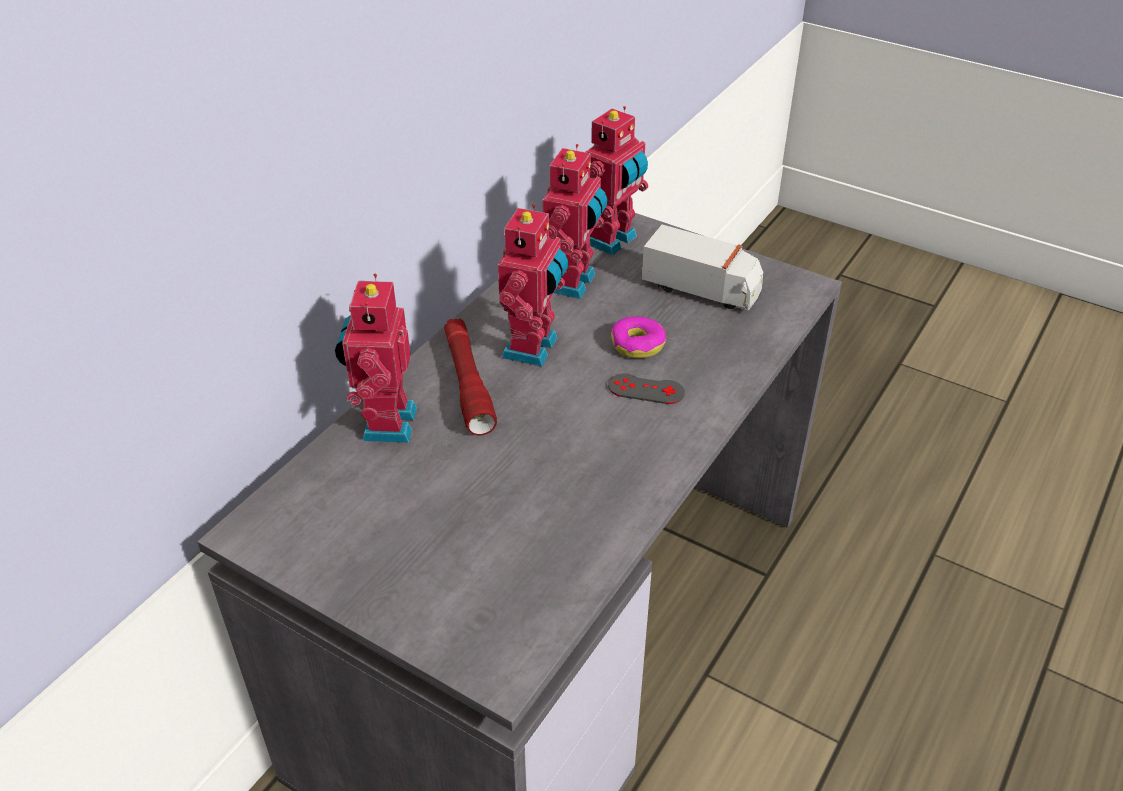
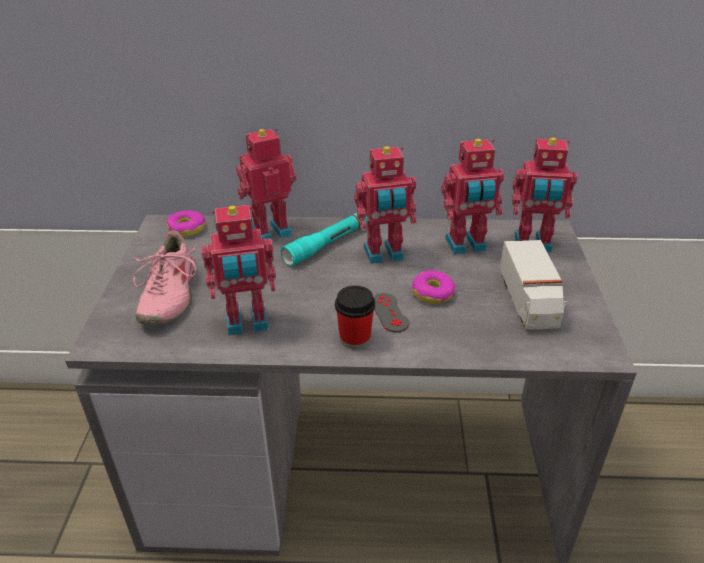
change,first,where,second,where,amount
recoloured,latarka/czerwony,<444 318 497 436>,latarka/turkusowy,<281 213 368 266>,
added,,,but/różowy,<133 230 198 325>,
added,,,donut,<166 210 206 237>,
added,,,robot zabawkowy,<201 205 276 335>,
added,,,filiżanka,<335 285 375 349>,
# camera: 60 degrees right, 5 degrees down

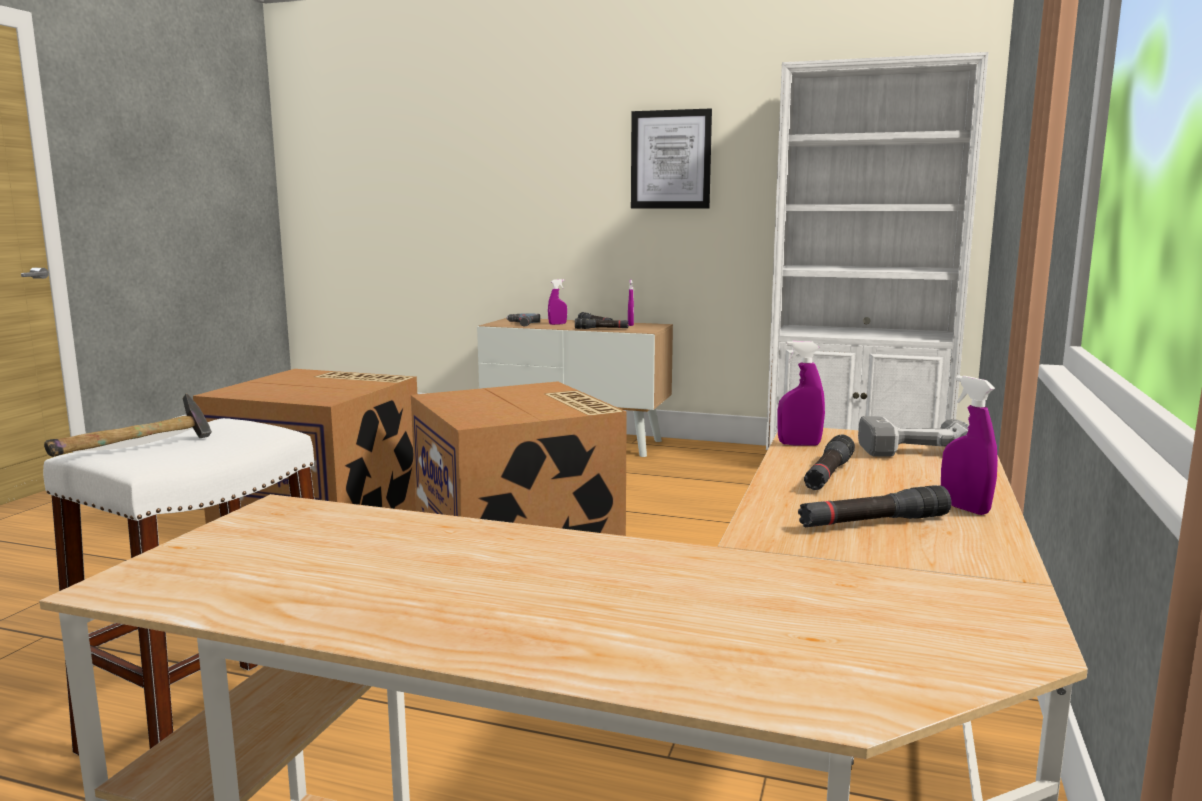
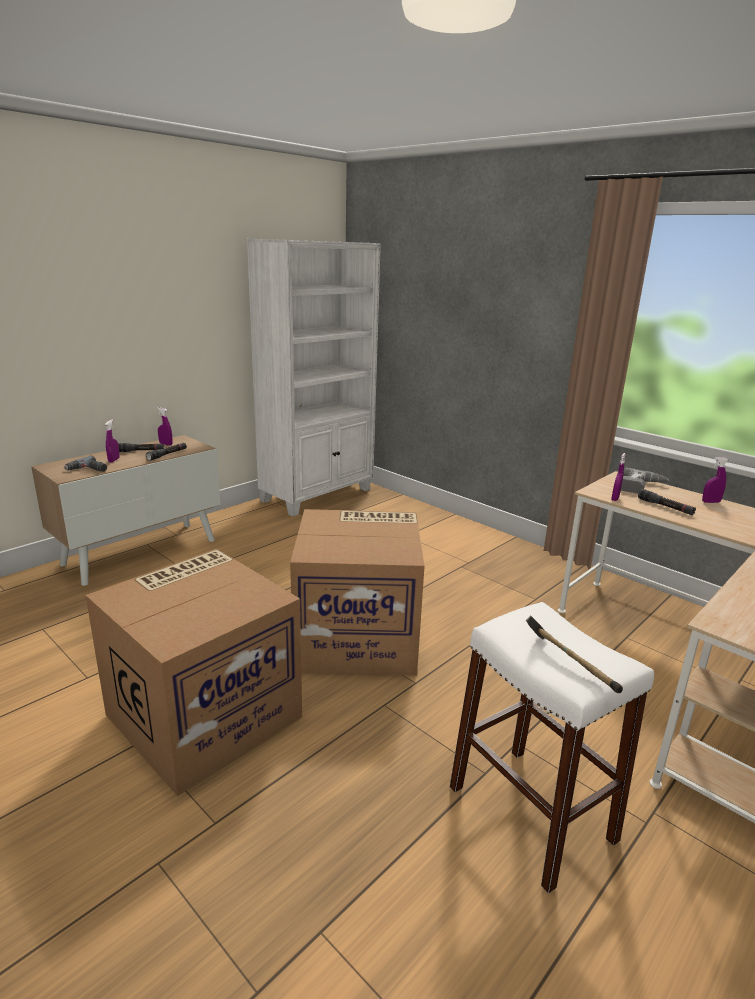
change,first,where,second,where,amount
removed,obraz,<631 108 712 208>,,,
removed,latarka/czarny,<798 485 951 527>,,,
# camera: 65 degrees left, 10 degrees up

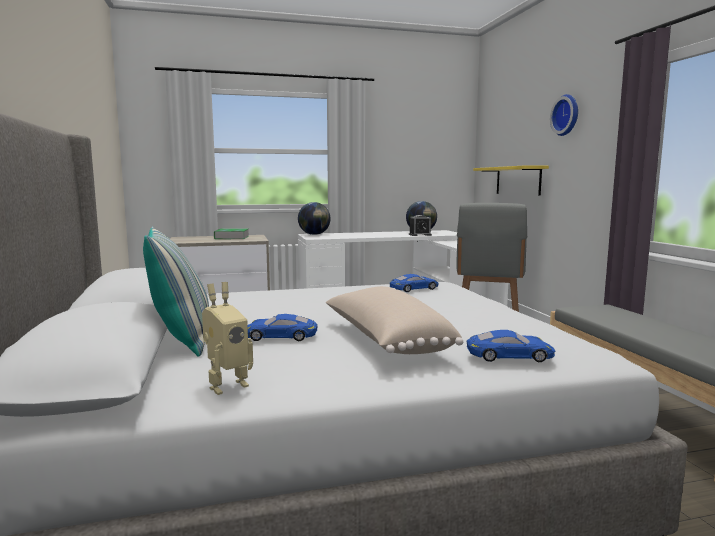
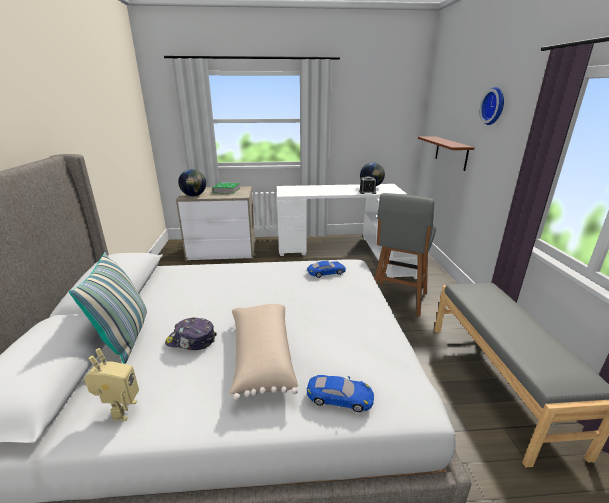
change,first,where,second,where,amount
turned,robot zabawkowy,<202 282 253 395>,,<84 348 139 421>,60 degrees counterclockwise
replaced,samochodzik/niebieski,<248 314 318 341>,czapka z daszkiem,<165 318 217 350>,
moved,globus,<298 202 331 235>,,<178 169 206 196>,
recoloured,półka/żółty,<473 165 549 196>,półka/brązowy,<418 136 475 171>,
# camera: 10 degrees right, 15 degrees up

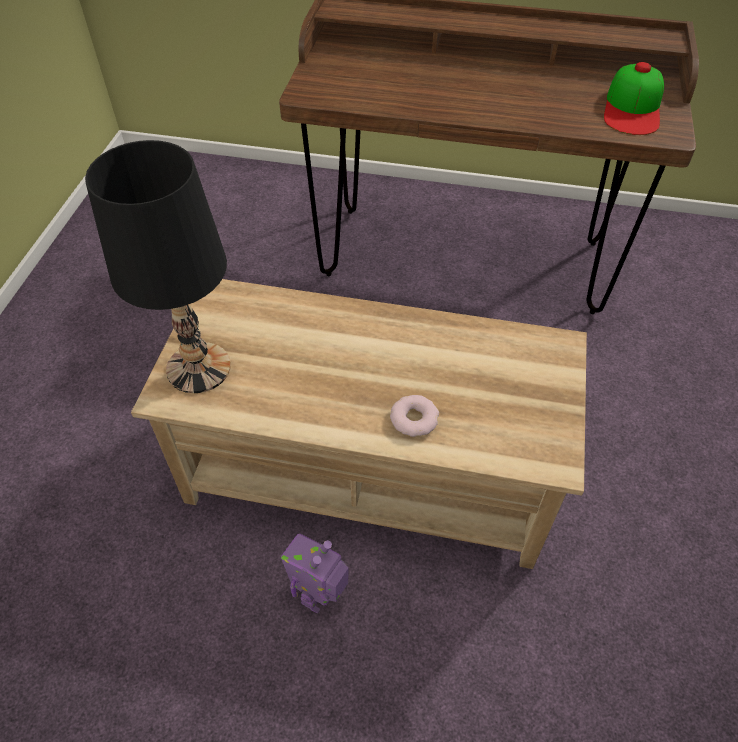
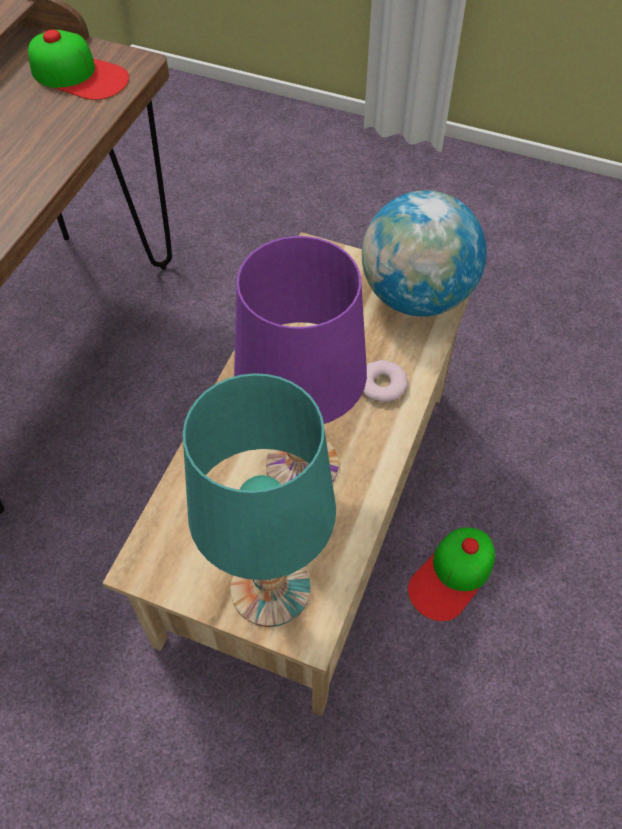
change,first,where,second,where,amount
recoloured,lampa stołowa/czarny,<85 140 231 393>,lampa stołowa/turkusowy,<183 373 336 627>,
replaced,robot zabawkowy,<281 534 348 614>,czapka z daszkiem,<408 528 495 621>,
added,,,lampa stołowa/fioletowy,<234 236 367 485>,
added,,,globus,<362 191 487 316>,
# camera: 80 degrees left, 5 degrees up

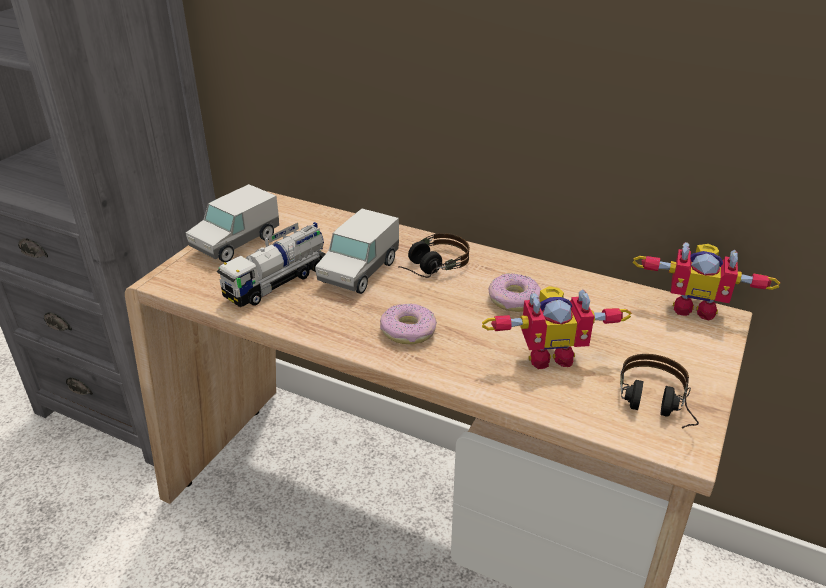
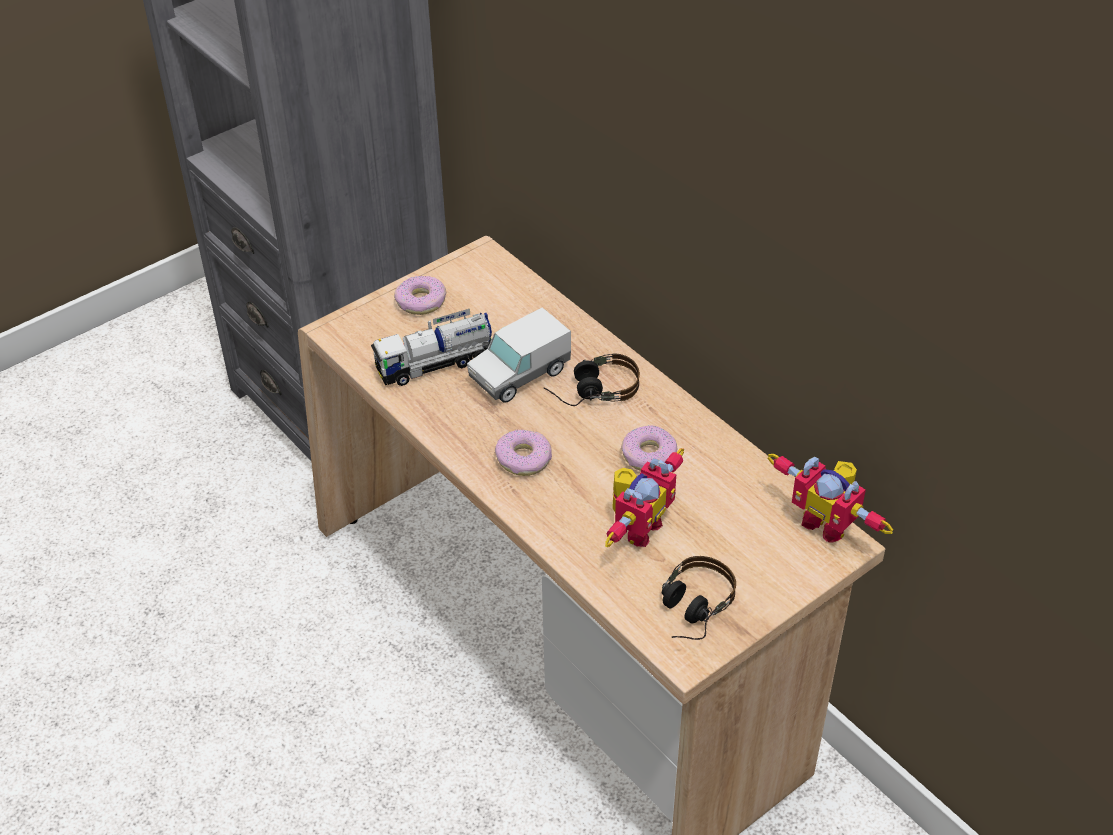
change,first,where,second,where,amount
replaced,ciężarówka zabawkowa,<186 184 279 262>,donut,<394 276 446 315>,
turned,robot zabawkowy,<482 286 632 369>,,<605 448 684 547>,75 degrees counterclockwise
# camera: 25 degrees right, 10 degrees up

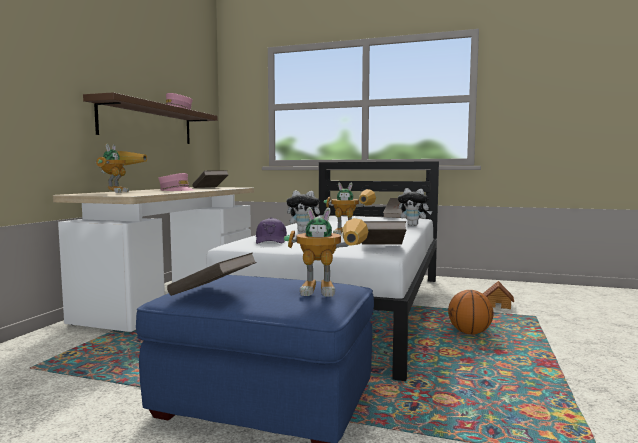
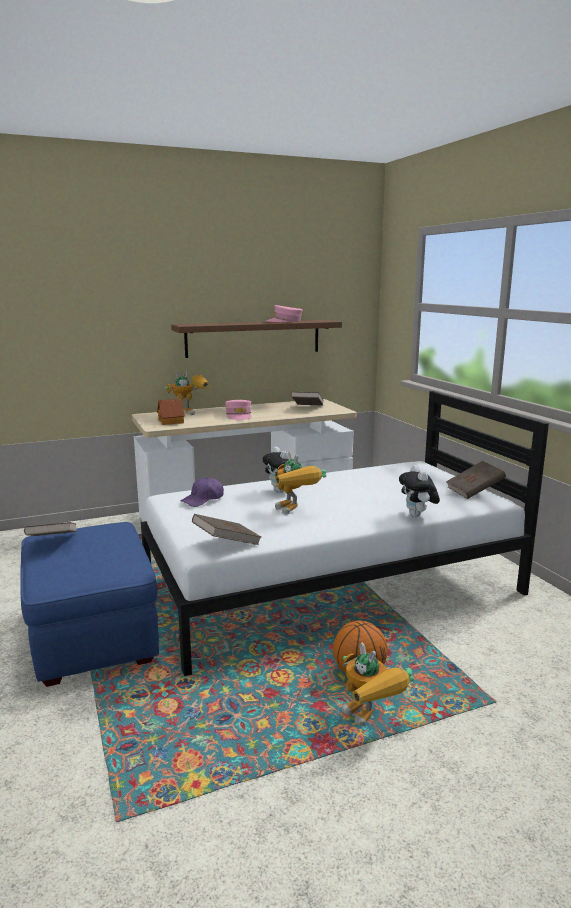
change,first,where,second,where,amount
moved,robot zabawkowy,<284 208 369 296>,,<342 643 414 726>,
moved,domek,<483 281 514 309>,,<157 399 185 425>,
# camera: 50 degrees right, 10 degrees up

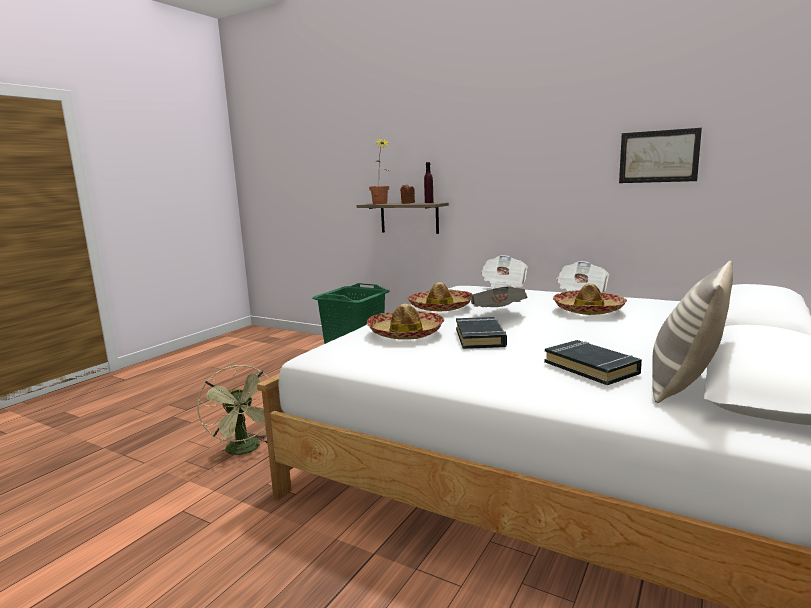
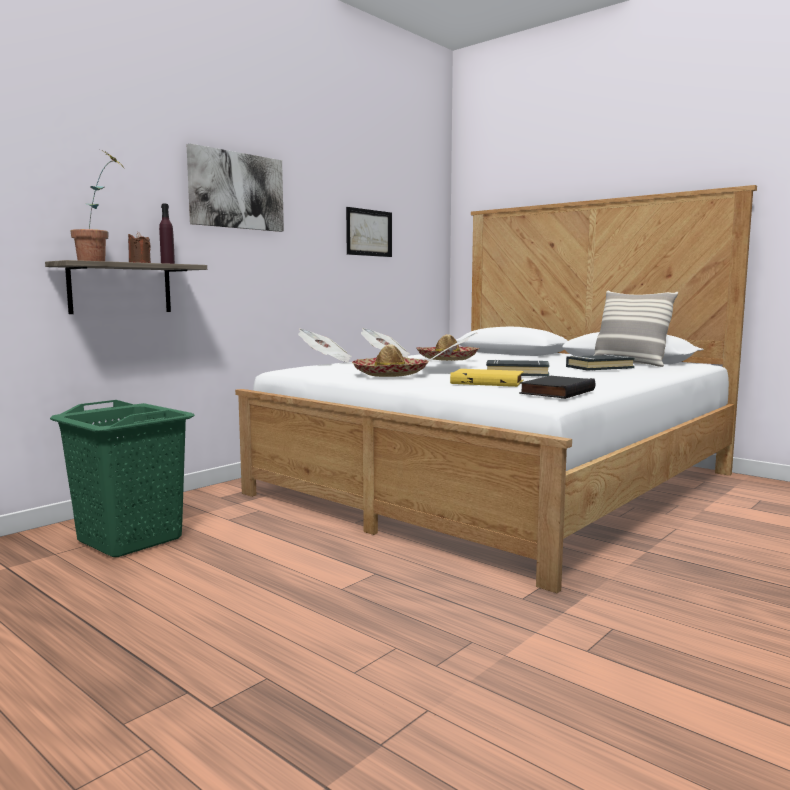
change,first,where,second,where,amount
removed,wentylator/zielony,<198 365 269 460>,,,
replaced,kapelusz,<367 304 444 340>,książka/żółty,<450 369 524 387>,
added,,,obraz,<187 143 284 232>,
added,,,książka/czarny,<519 376 595 399>,
# camera: 80 degrees left, 5 degrees down

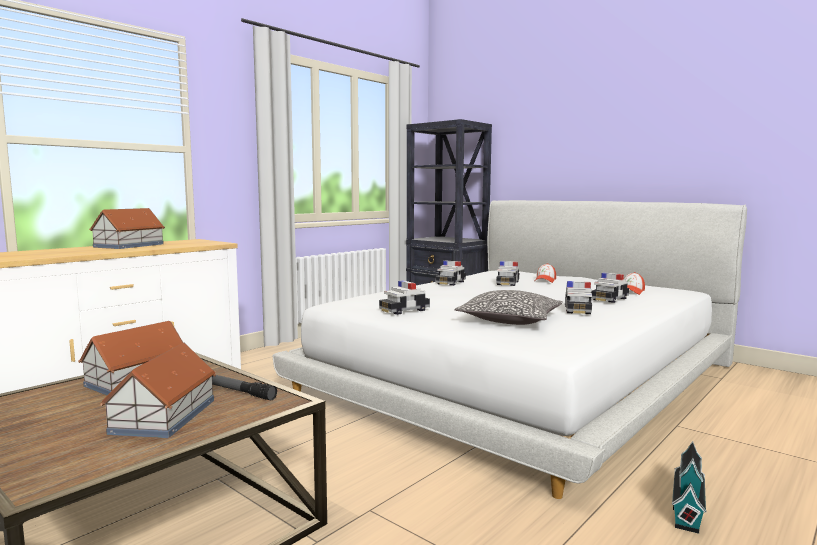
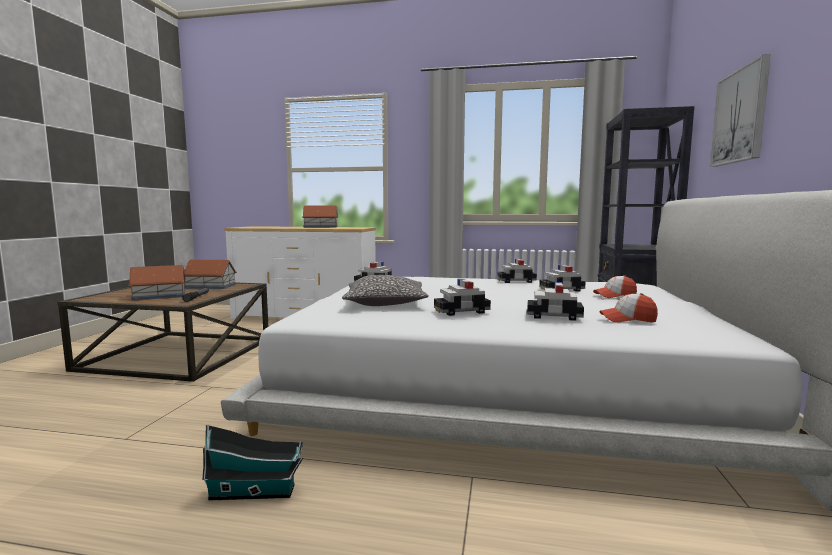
change,first,where,second,where,amount
added,,,obraz,<710 54 771 167>,
# camera: 60 degrees right, 0 degrees up

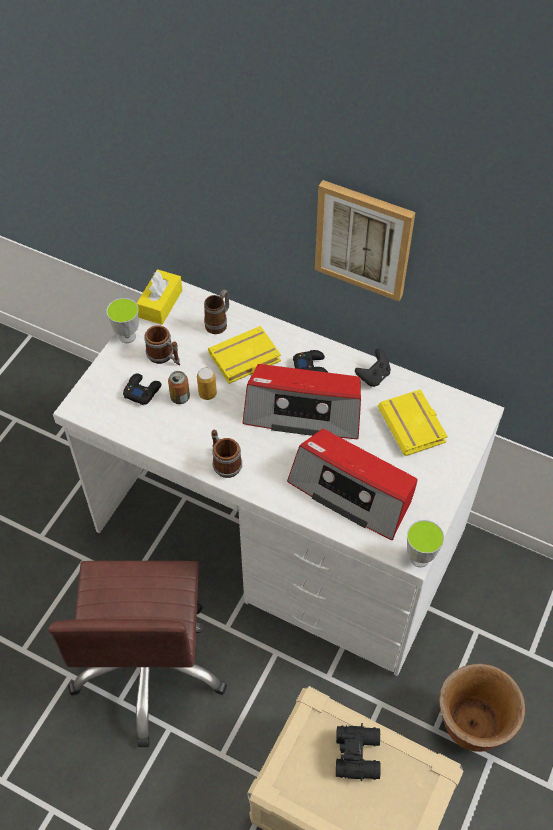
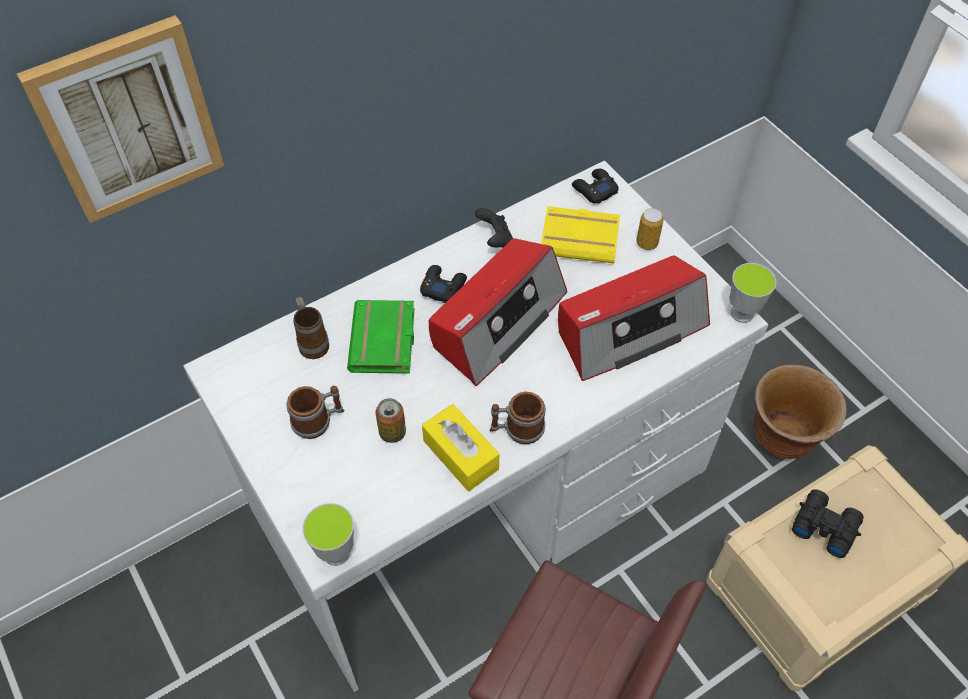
change,first,where,second,where,amount
moved,filiżanka,<106 298 139 343>,,<302 503 354 566>,
moved,pad do gier/czarny,<123 374 162 405>,,<572 169 619 204>,
moved,pudełko chusteczek/żółty,<136 269 182 325>,,<422 404 499 491>,
moved,puszka,<197 367 217 400>,,<636 208 664 250>,
recoloured,książka/żółty,<208 326 281 384>,książka/zielony,<347 300 414 374>,
moved,obraz,<315 180 416 301>,,<17 15 224 223>,
# camera: 60 degrees left, 0 degrees up

